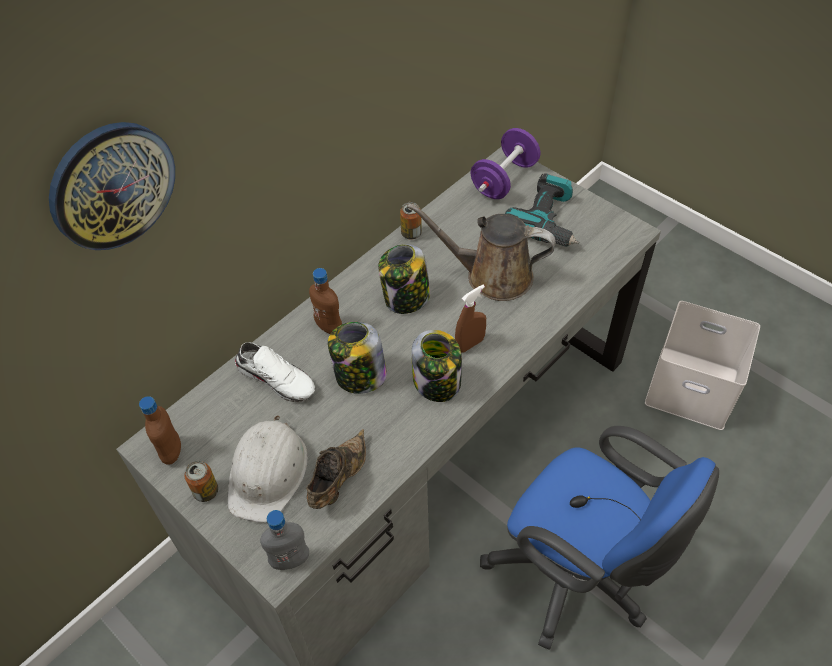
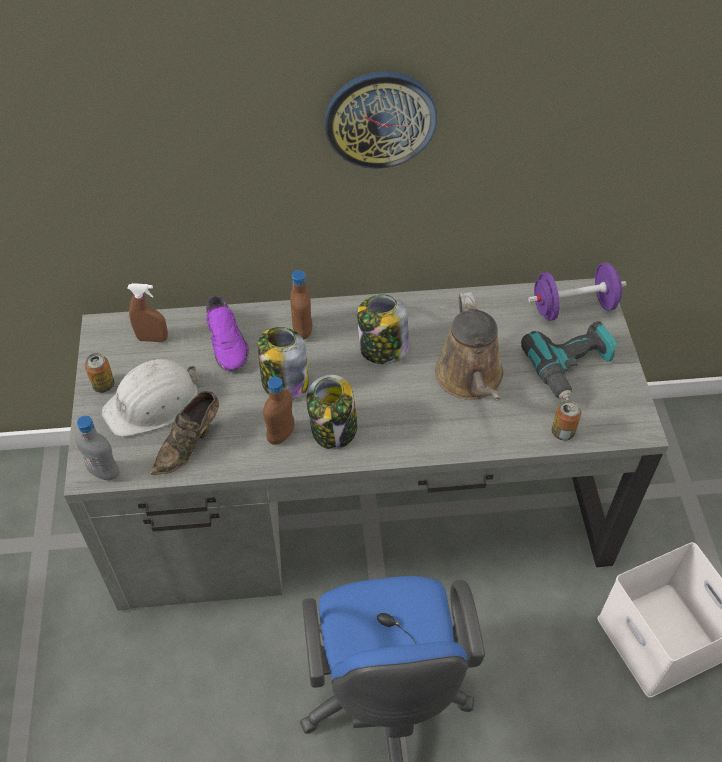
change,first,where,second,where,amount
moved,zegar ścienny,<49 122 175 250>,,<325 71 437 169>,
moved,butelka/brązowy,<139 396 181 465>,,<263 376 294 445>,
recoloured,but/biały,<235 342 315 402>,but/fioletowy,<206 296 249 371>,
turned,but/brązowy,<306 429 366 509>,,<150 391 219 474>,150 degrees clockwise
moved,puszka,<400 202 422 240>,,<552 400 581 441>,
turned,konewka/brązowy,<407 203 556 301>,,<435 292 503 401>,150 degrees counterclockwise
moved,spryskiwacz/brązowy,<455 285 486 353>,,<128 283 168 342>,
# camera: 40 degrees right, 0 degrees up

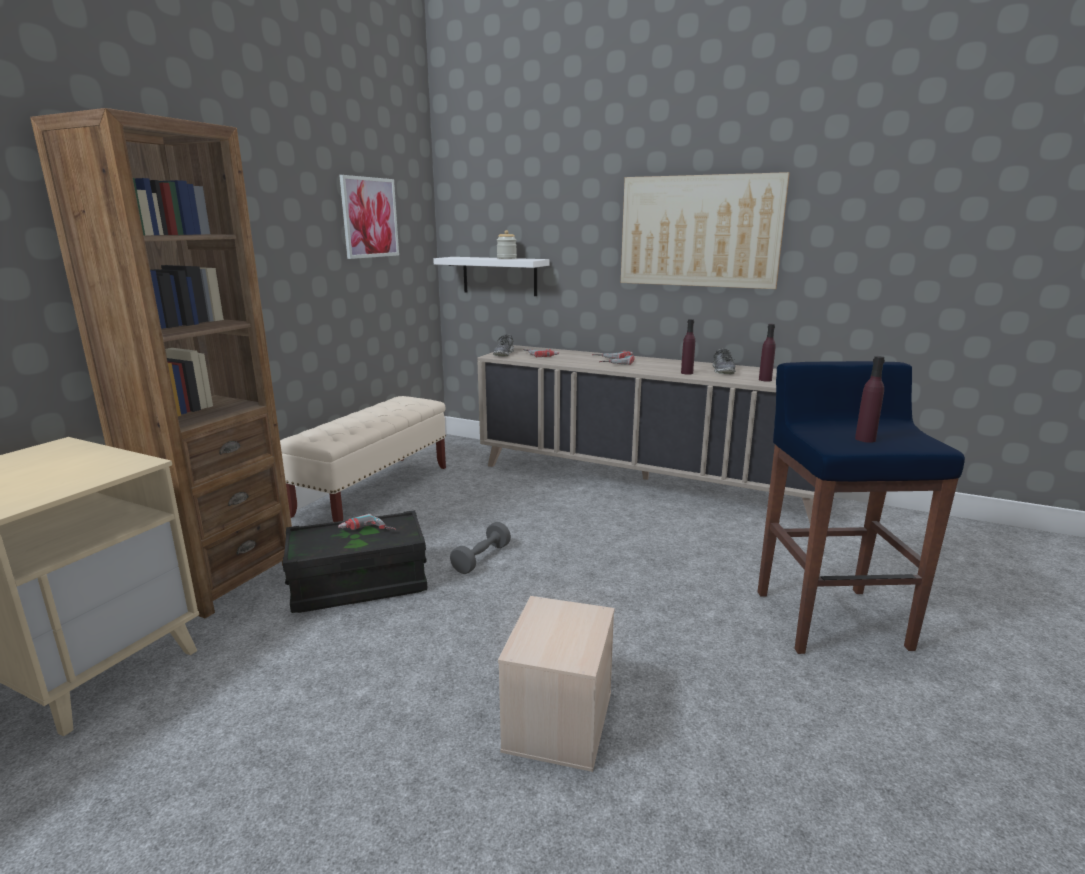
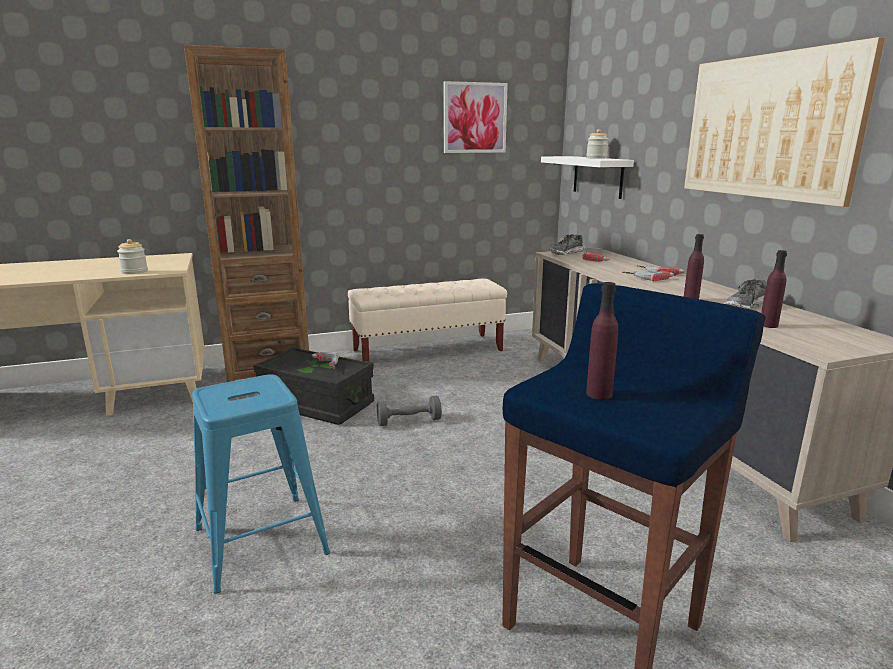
change,first,where,second,where,amount
replaced,pojemnik do przechowywania/beżowy,<498 596 615 772>,stołek/niebieski,<192 374 330 594>,
added,,,słoik,<117 239 148 274>,
# camera: 45 degrees right, 0 degrees up

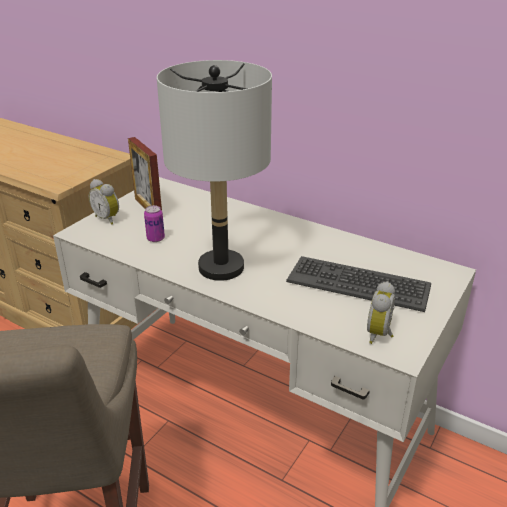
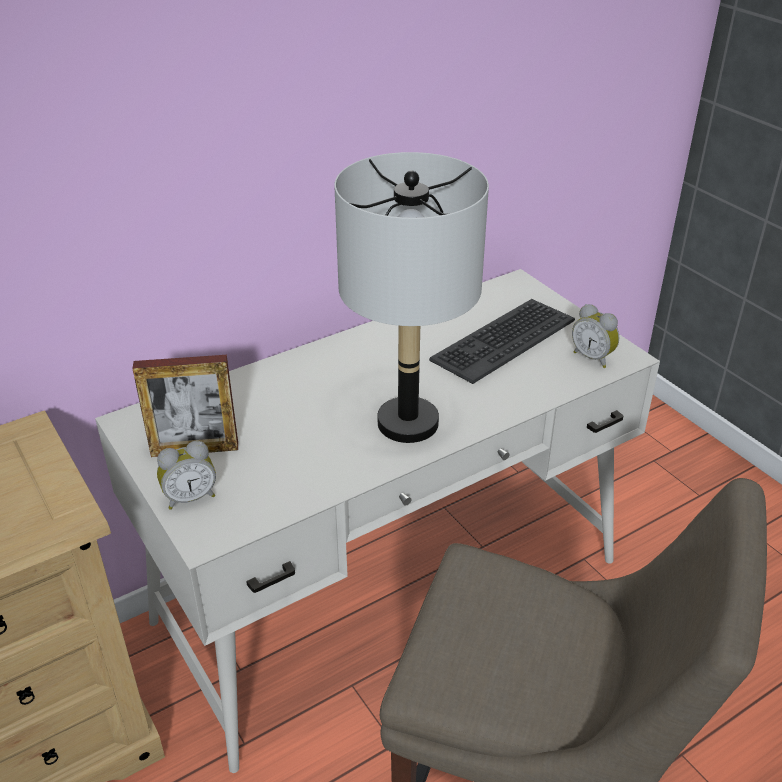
change,first,where,second,where,amount
removed,puszka,<144 205 165 242>,,,
# camera: 65 degrees left, 5 degrees up

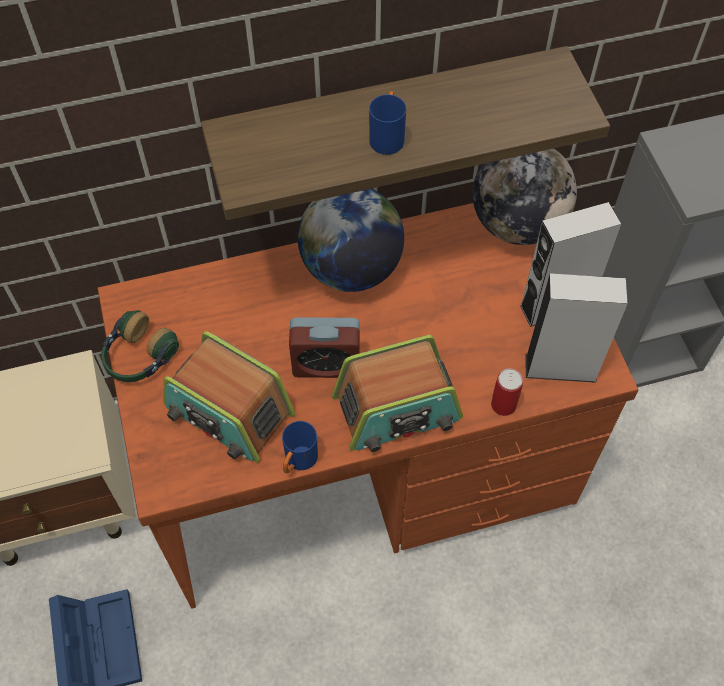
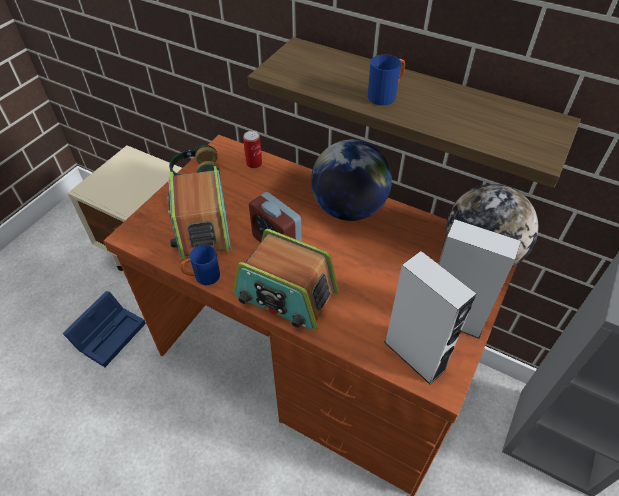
change,first,where,second,where,amount
moved,puszka,<491 368 523 416>,,<243 131 262 168>,
# camera: 45 degrees right, 10 degrees down

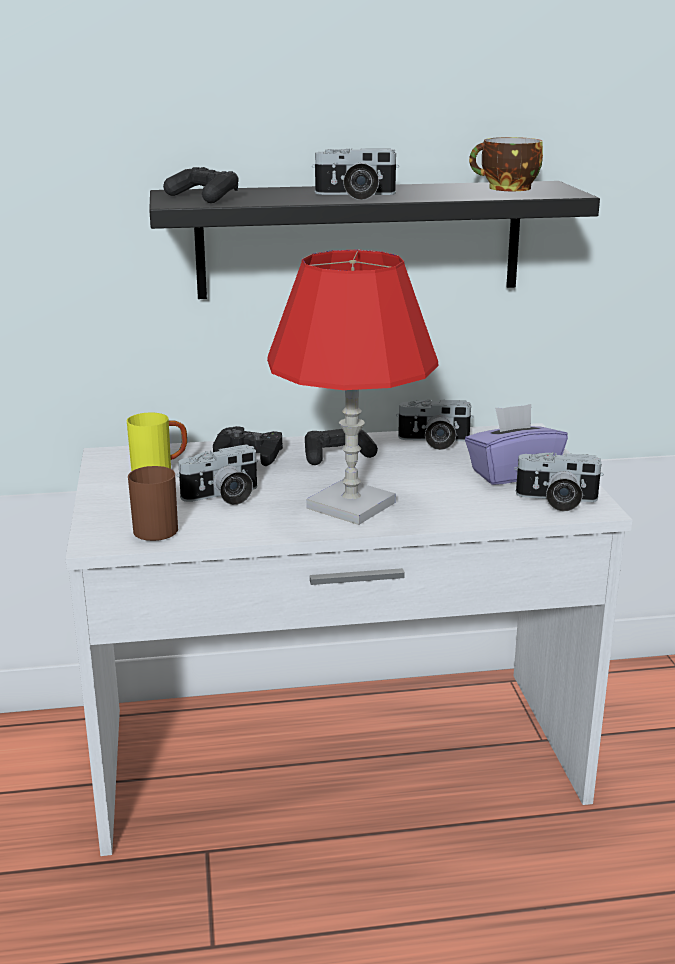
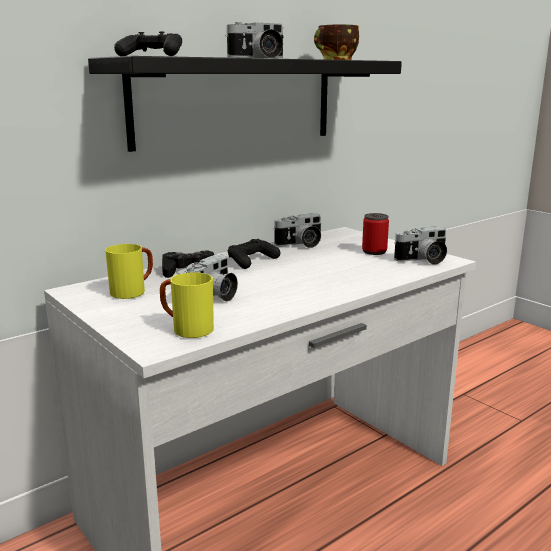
change,first,where,second,where,amount
recoloured,kubek/brązowy,<128 466 178 541>,kubek/żółty,<160 272 214 338>,
removed,lampa stołowa/czerwony,<267 250 439 525>,,,
replaced,pudełko chusteczek/fioletowy,<465 404 568 485>,puszka,<362 213 389 255>,
# camera: 30 degrees left, 5 degrees down

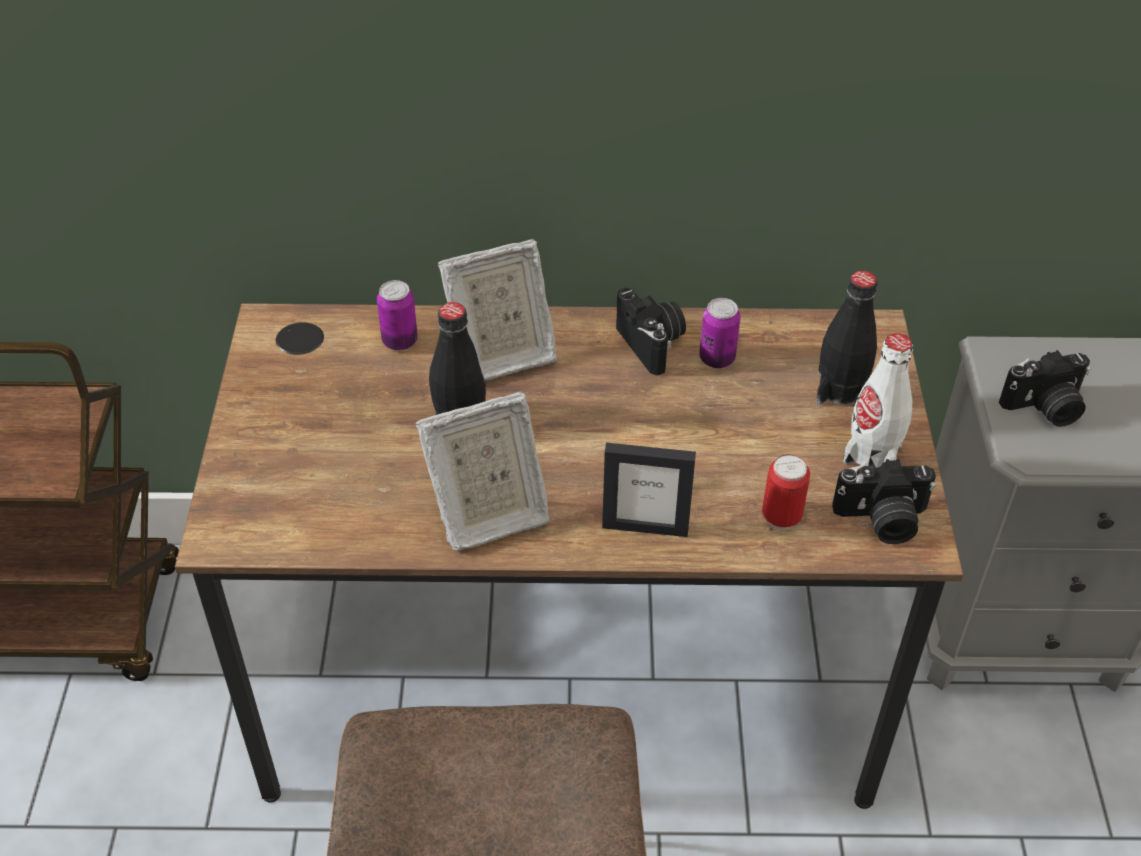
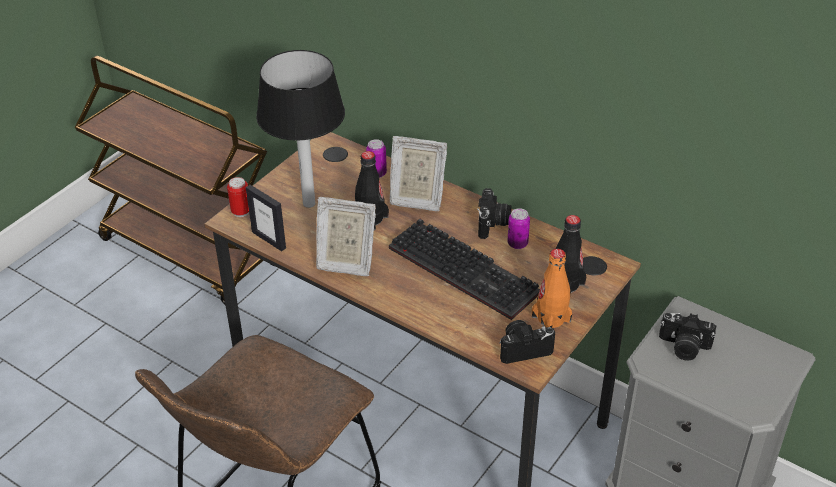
change,first,where,second,where,amount
moved,ramka na zdjęcie,<602 443 696 537>,,<246 185 286 251>,
moved,puszka,<762 454 810 529>,,<227 177 249 217>,
turned,aparat fotograficzny,<832 459 936 544>,,<500 320 555 364>,135 degrees clockwise
recoloured,butelka/biały,<843 333 913 468>,butelka/pomarańczowy,<532 249 572 328>,
added,,,lampa stołowa,<256 50 345 208>,
added,,,klawiatura,<389 219 540 320>,
# camera: 35 degrees right, 5 degrees down

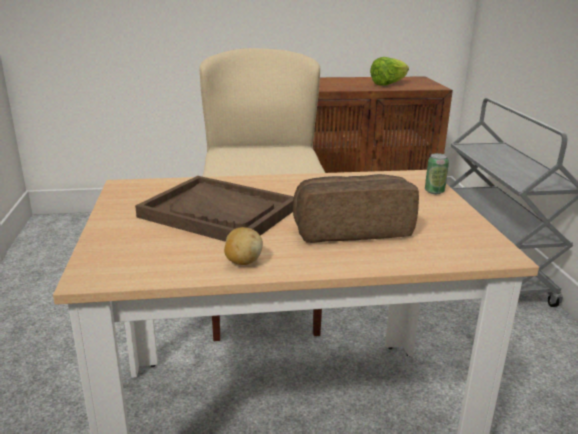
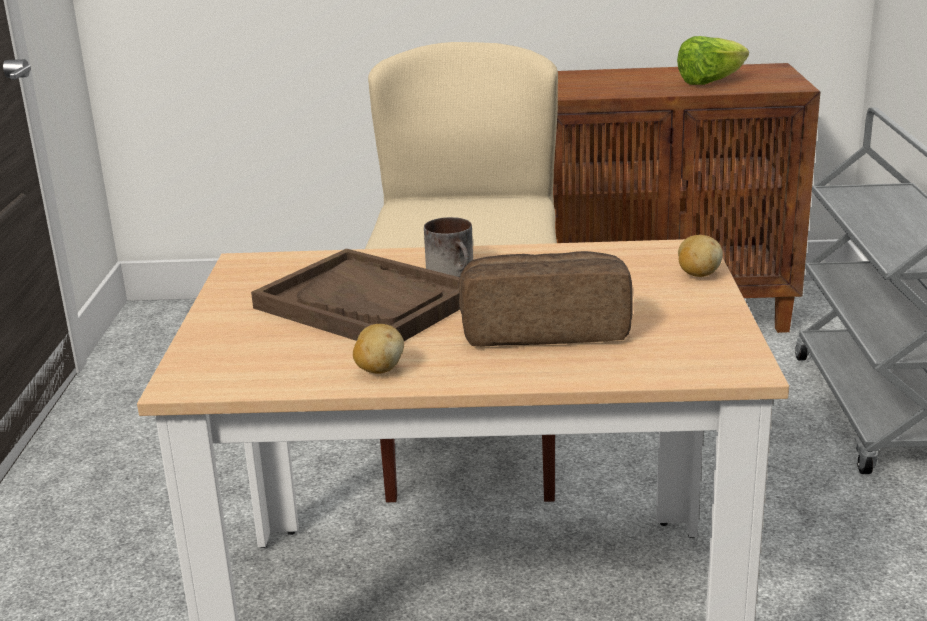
change,first,where,second,where,amount
replaced,puszka,<425 153 449 194>,ziemniak,<678 235 723 277>,
added,,,kubek,<424 217 473 277>,
# camera: 10 degrees right, 0 degrees up

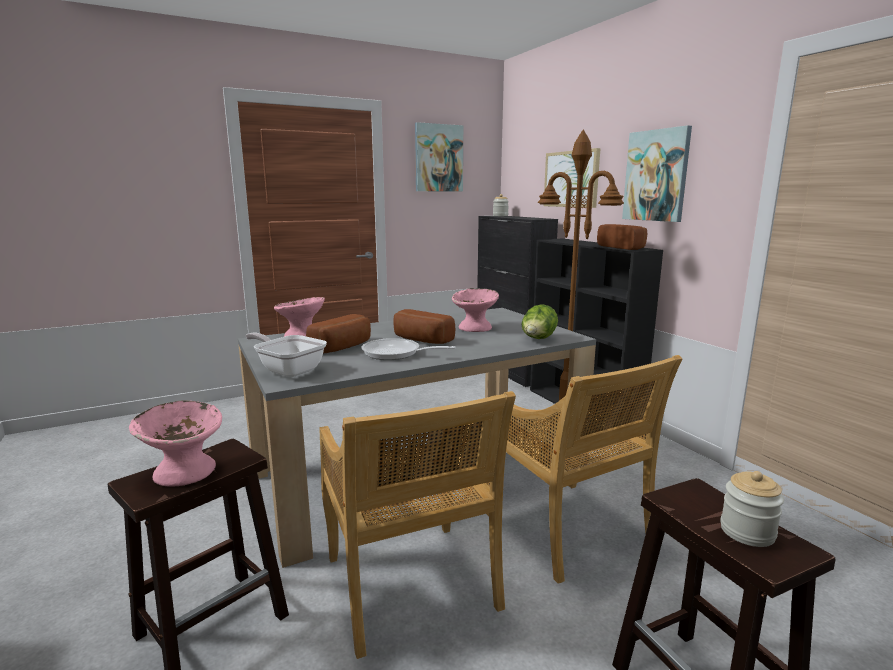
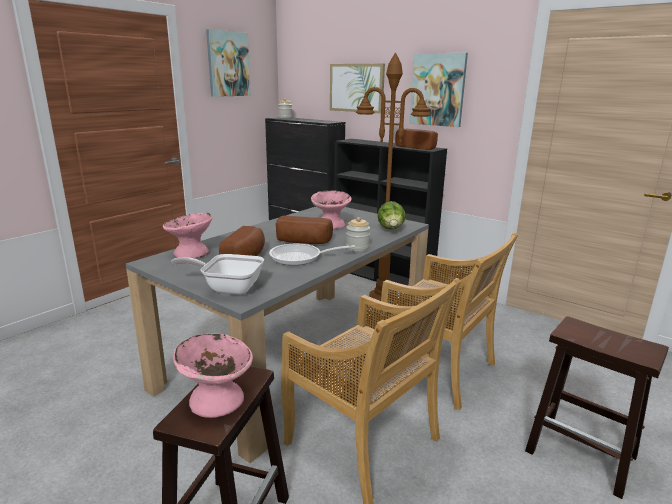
change,first,where,second,where,amount
moved,słoik,<720 471 784 547>,,<346 217 370 251>,
# camera: 25 degrees left, 5 degrees up

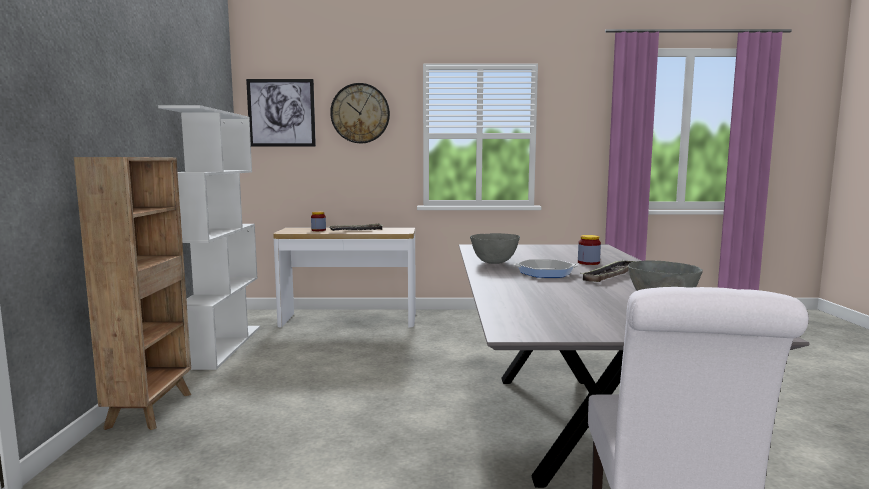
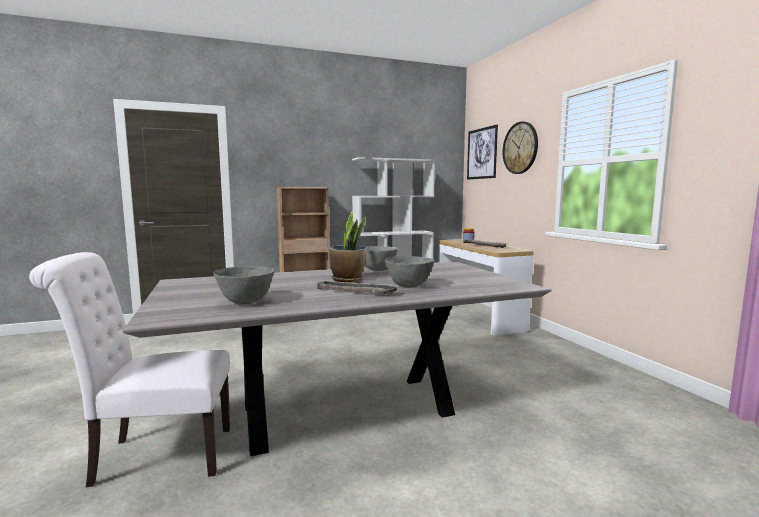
change,first,where,second,where,amount
replaced,patelnia,<514 259 579 278>,roślina doniczkowa,<329 212 366 282>,
replaced,słoik,<578 235 601 265>,miska/szary,<385 256 435 288>,
# camera: 70 degrees right, 0 degrees up

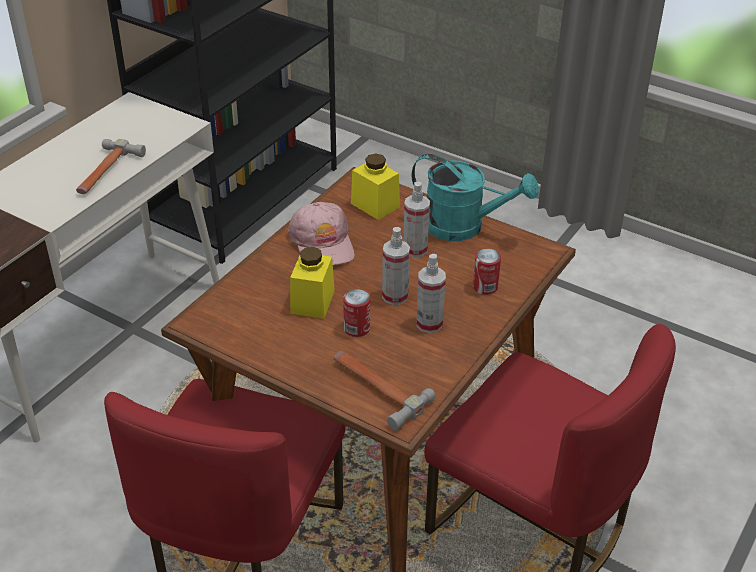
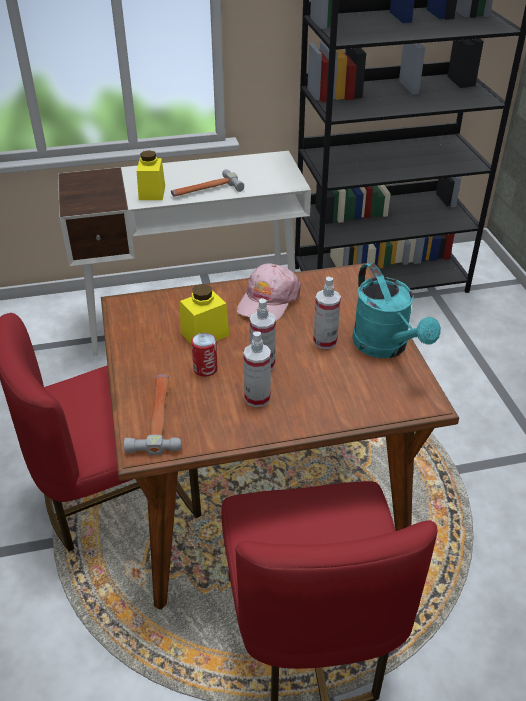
change,first,where,second,where,amount
moved,słoik/żółty,<351 153 400 220>,,<137 150 165 200>,
removed,puszka,<473 249 501 295>,,,
# camera: 45 degrees right, 0 degrees up

